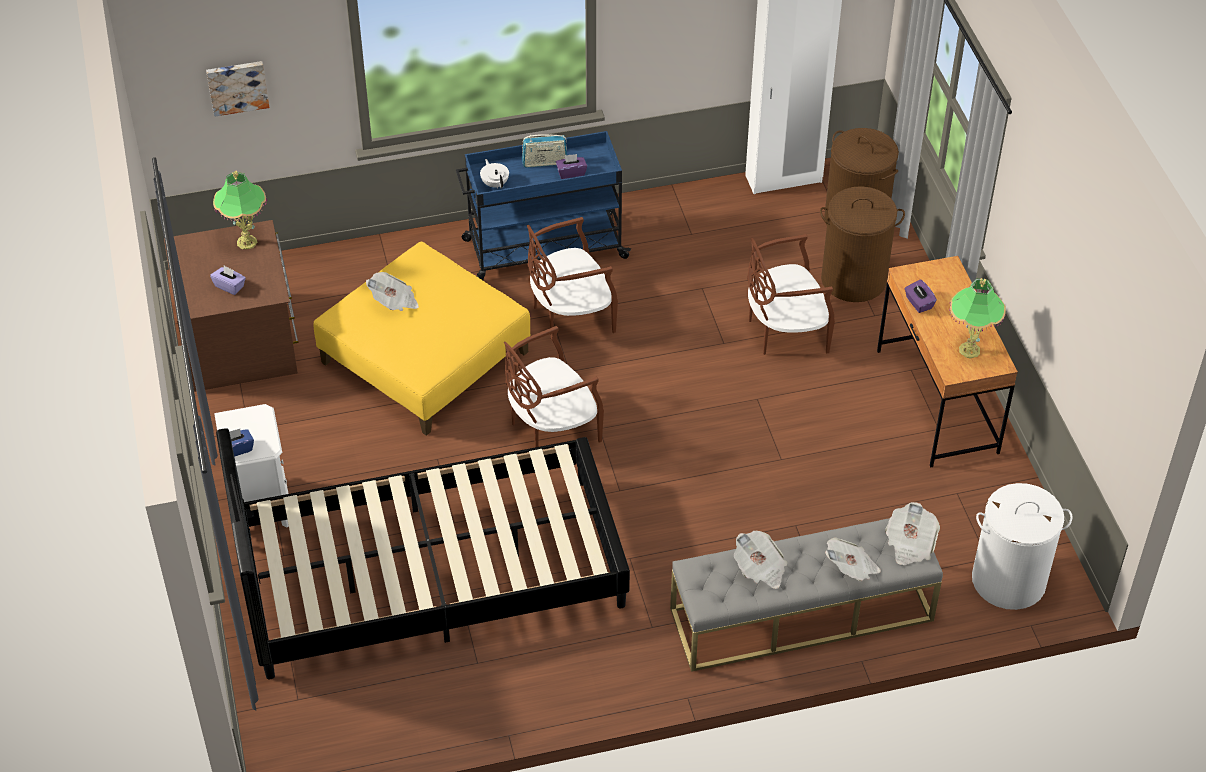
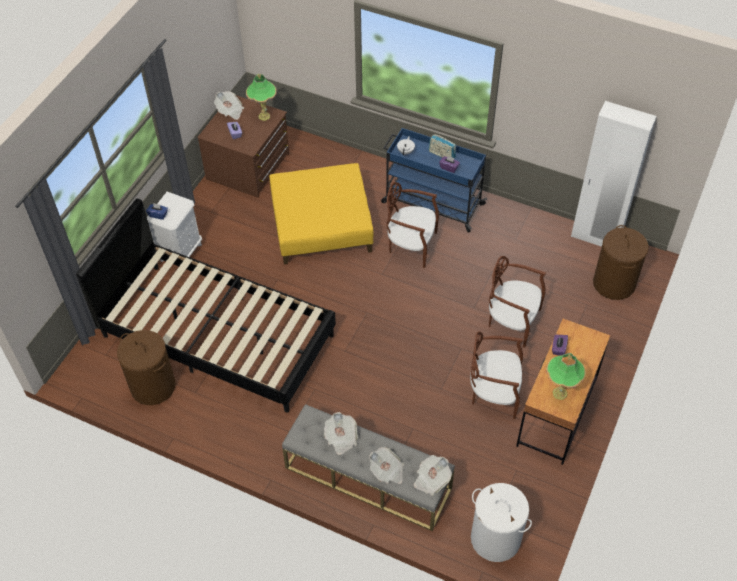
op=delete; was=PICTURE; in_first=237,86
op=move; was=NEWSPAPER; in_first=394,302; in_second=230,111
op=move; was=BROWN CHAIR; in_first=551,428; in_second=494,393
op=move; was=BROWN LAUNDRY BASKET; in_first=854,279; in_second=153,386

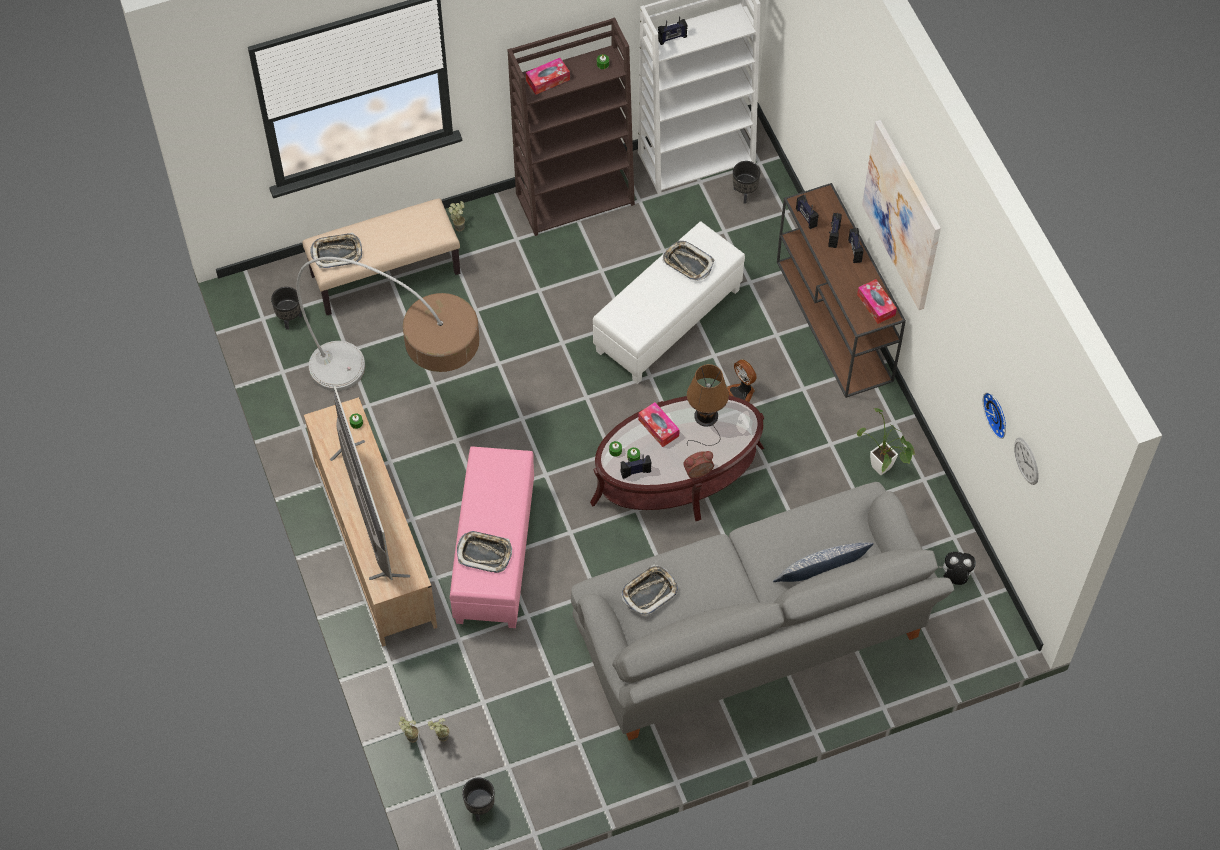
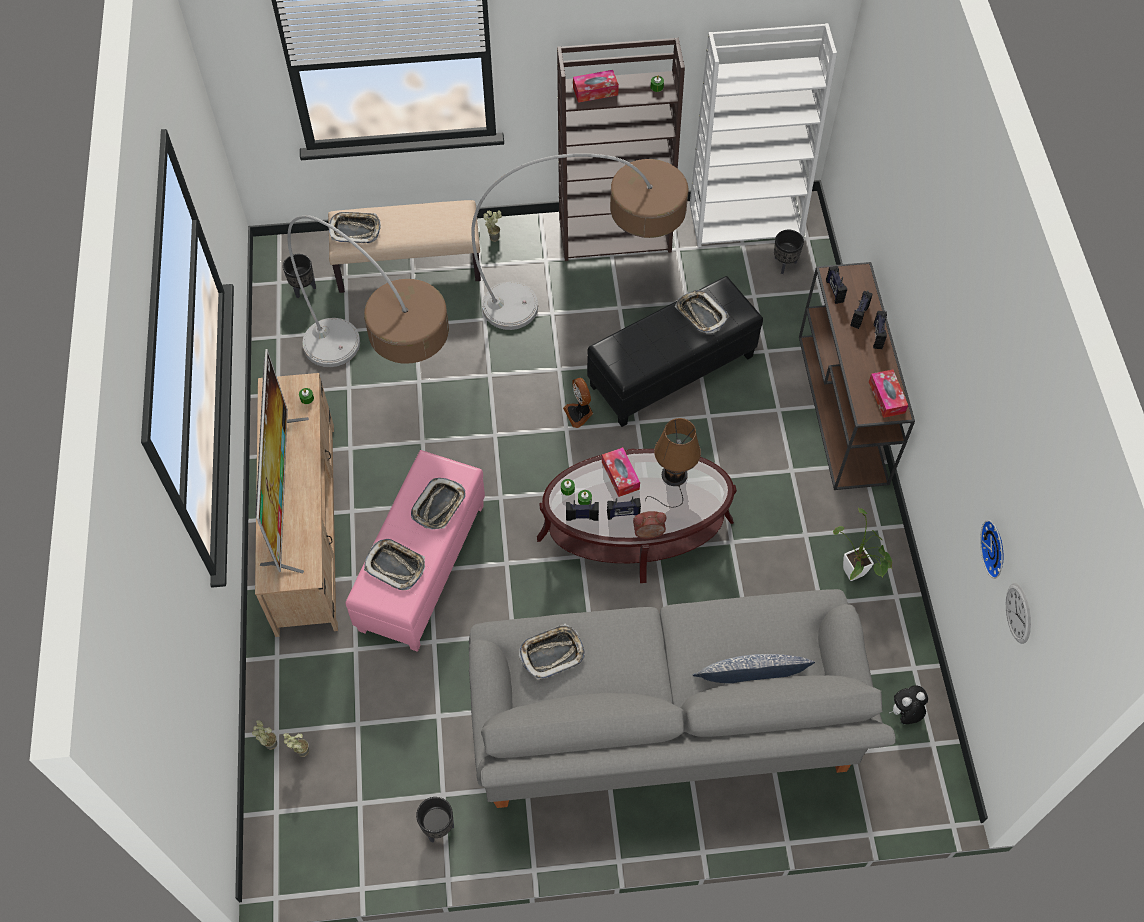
op=move; was=BLACK PLANTER; in_first=480,808; in_second=438,828
op=recolor; was=WHITE OTTOMAN; now=BLACK OTTOMAN; in_first=668,319; in_second=671,370
op=move; was=RADIO; in_first=672,38; in_second=623,514
op=move; was=FAN; in_first=742,392; in_second=579,413
op=delete; was=PICTURE; in_first=902,215
op=rotate; was=PLUSH TOY; in_first=955,577; in_second=904,713; clockwise=-45
op=insert; now=TRAY; in_second=439,506
op=insert; now=FLOOR LAMP; in_second=587,306

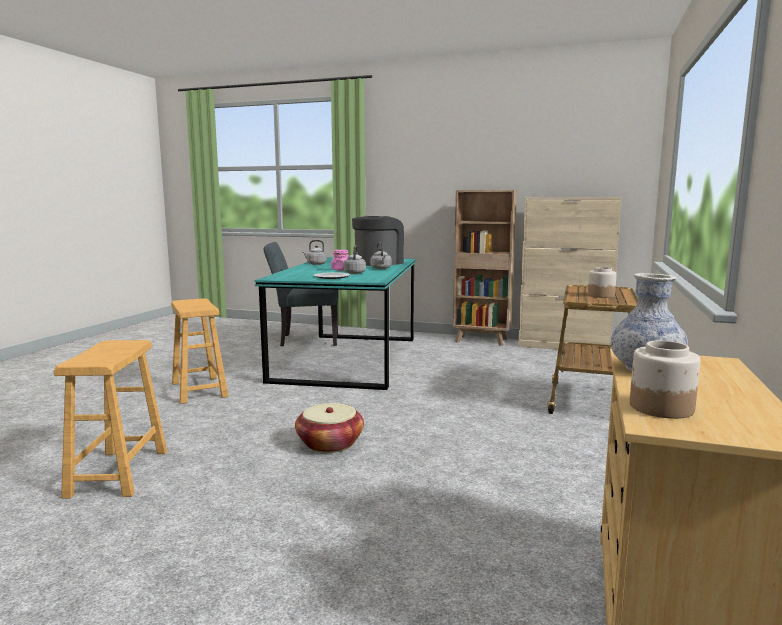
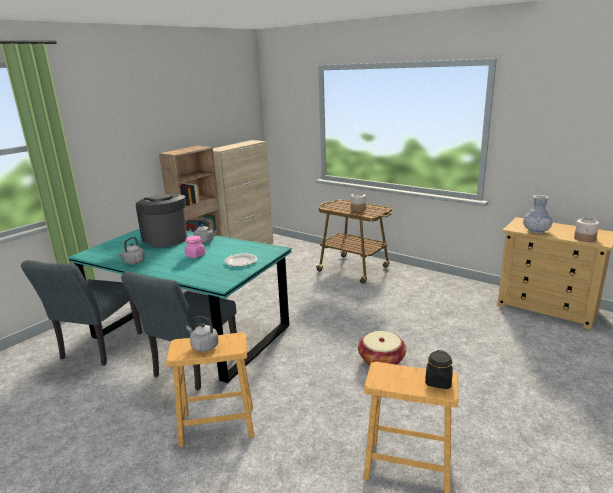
op=move; was=GREY KETTLE; in_first=355,273; in_second=203,346
op=insert; now=GREY CHAIR; in_second=192,368
op=insert; now=BLACK JAR; in_second=438,381

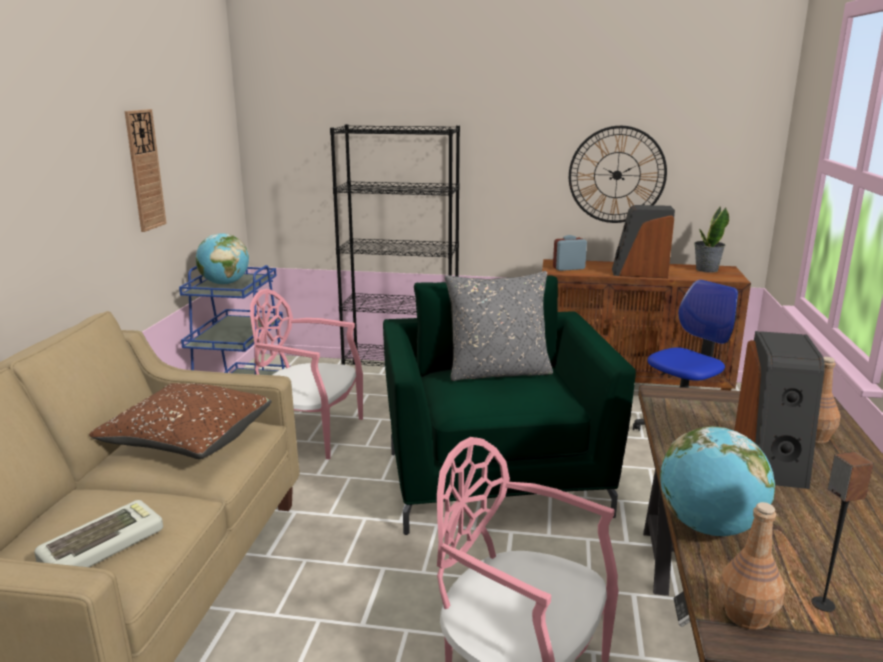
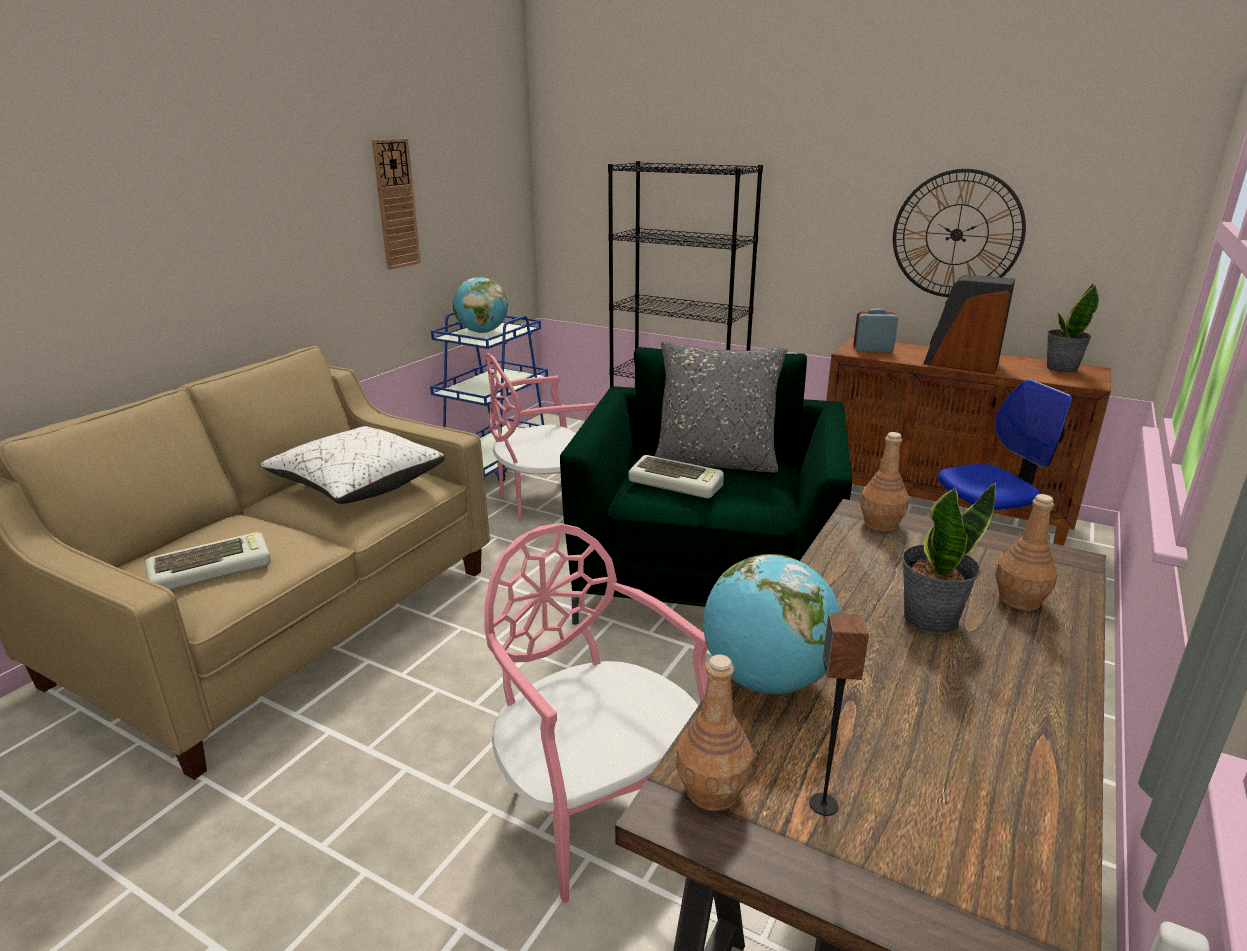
op=recolor; was=BROWN PILLOW; now=WHITE PILLOW; in_first=188,440; in_second=358,485
op=rotate; was=PINK CHAIR; in_first=311,433; in_second=545,501; clockwise=-60
op=replace; was=SPEAKER; now=POTTED PLANT; in_first=771,460; in_second=929,618
op=insert; now=KEYBOARD; in_second=677,483
op=insert; now=BROWN BOTTLE; in_second=880,524

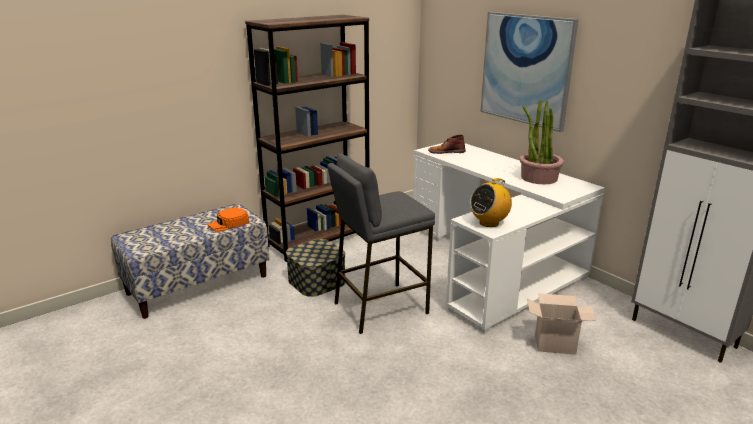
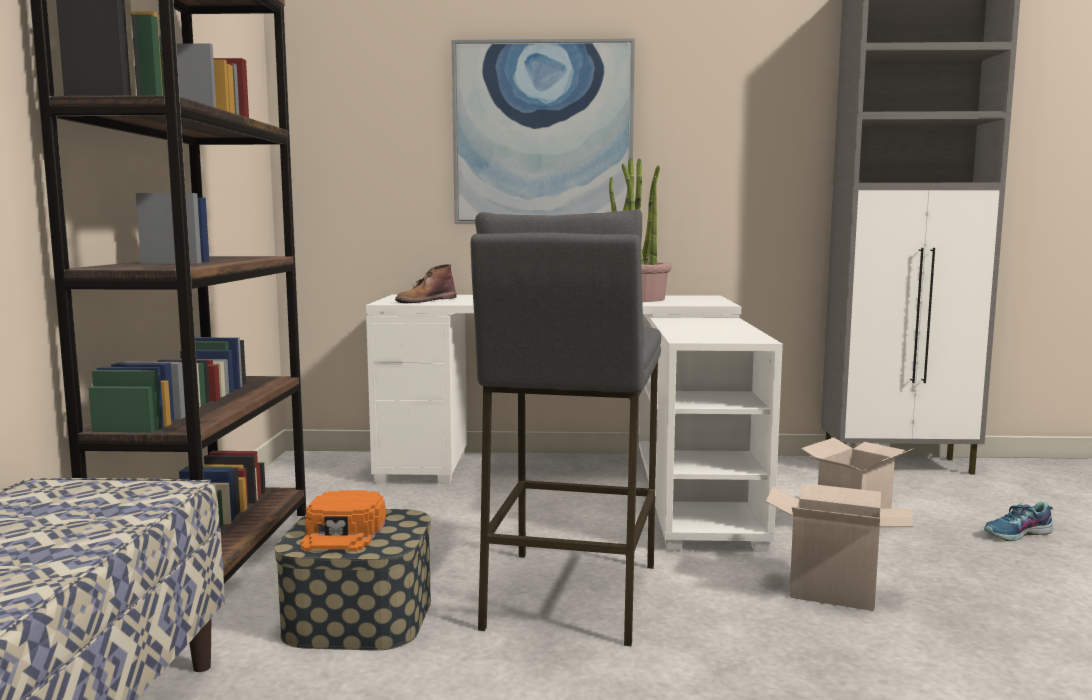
op=move; was=ORANGE CAP; in_first=228,224; in_second=344,532
op=delete; was=RADIO; in_first=489,222
op=insert; now=CARDBOARD BOX; in_second=836,592
op=insert; now=SHOE; in_second=1018,534

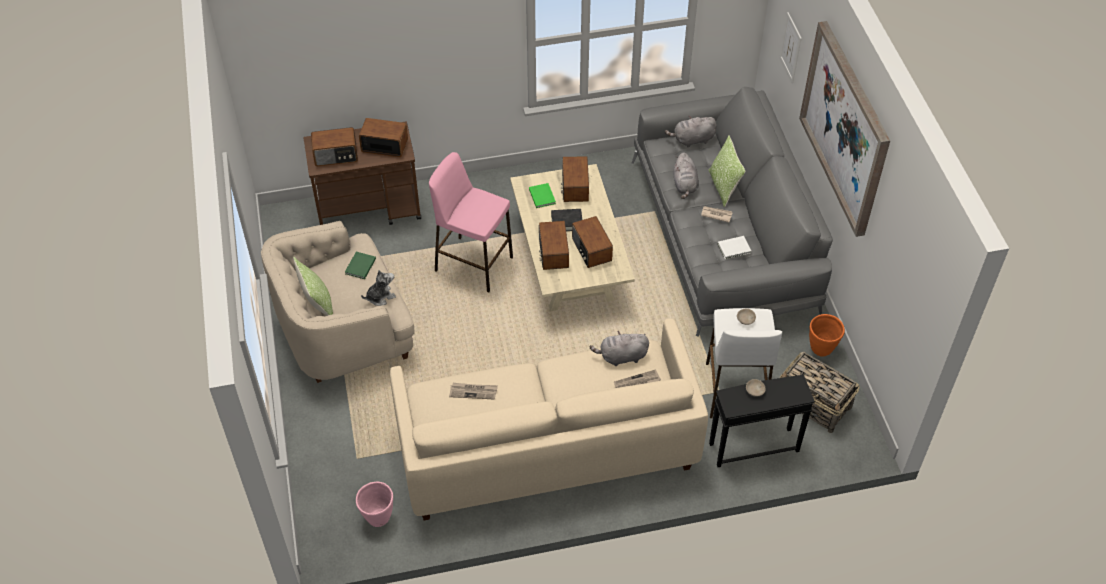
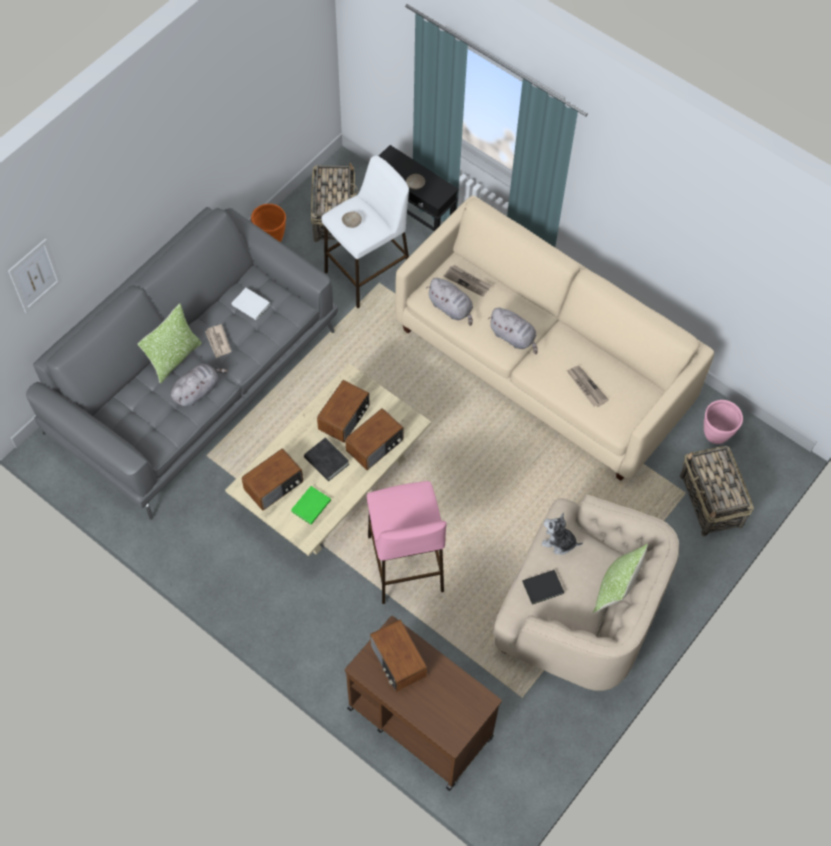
op=delete; was=RADIO; in_first=336,155
op=recolor; was=GREEN BOOK; now=BLACK BOOK; in_first=359,267; in_second=544,588
op=move; was=GREY PLUSH TOY; in_first=692,140; in_second=513,337
op=delete; was=PICTURE; in_first=845,128
op=insert; now=BASKET; in_second=711,501

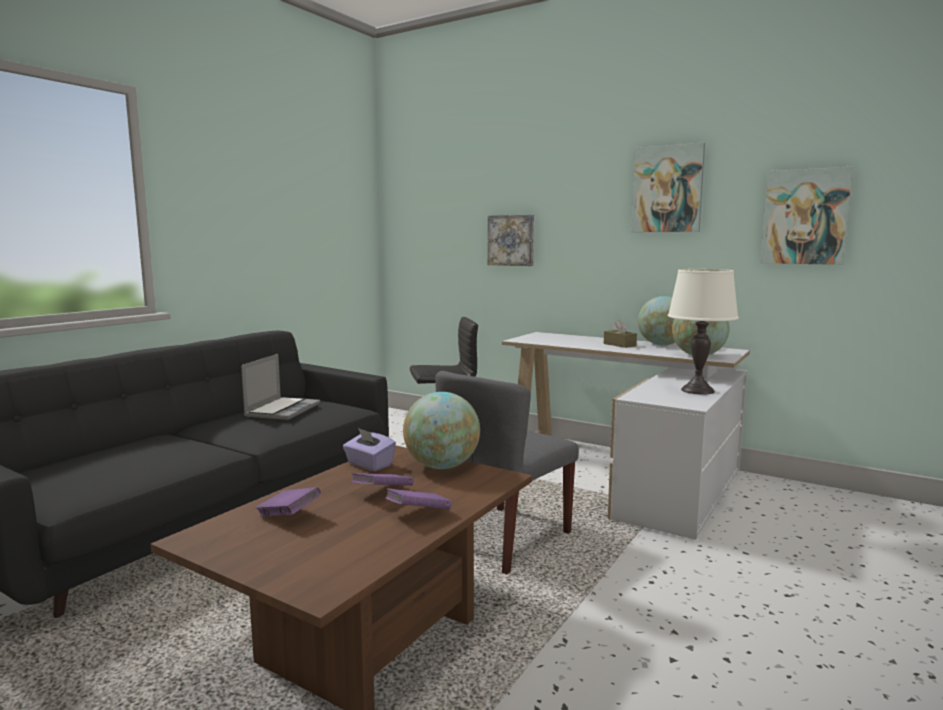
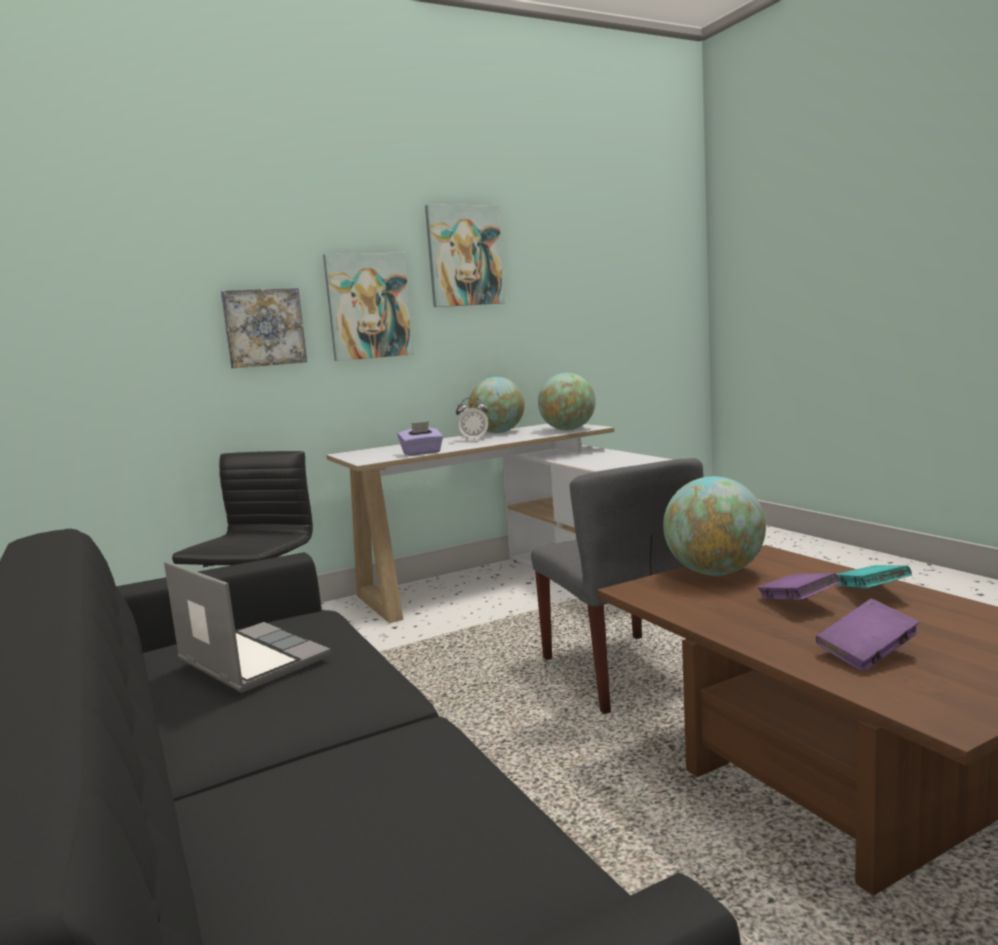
op=move; was=PURPLE TISSUE BOX; in_first=369,464; in_second=422,453
op=recolor; was=PURPLE BOOK; now=TURQUOISE BOOK; in_first=418,513; in_second=871,593
op=replace; was=BROWN TISSUE BOX; now=ALARM CLOCK; in_first=619,345; in_second=474,440
op=delete; was=WHITE TABLE LAMP; in_first=697,390
op=move; was=PICTURE; in_first=805,217; in_second=368,306

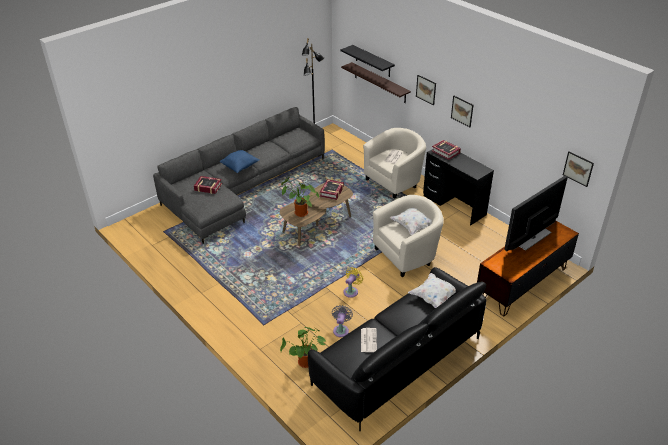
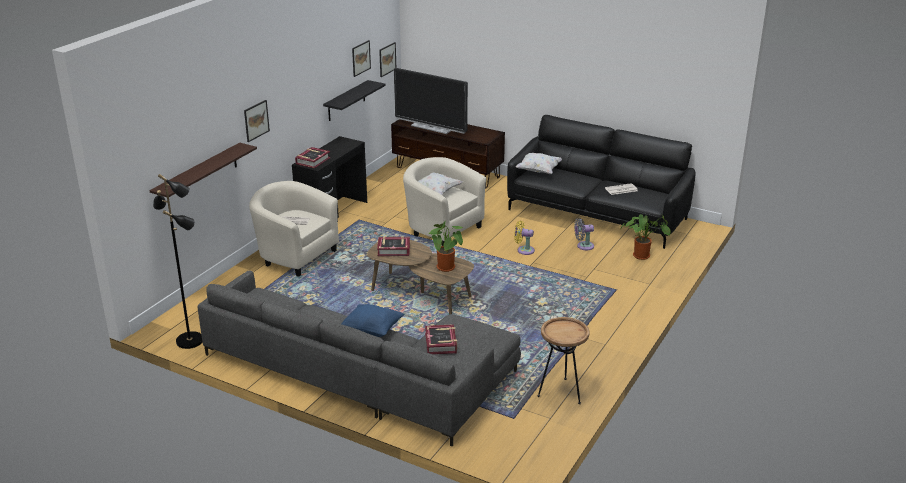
op=move; was=BLACK SHELF; in_first=373,61; in_second=346,101
op=move; was=PICTURE; in_first=462,111; in_second=361,58
op=insert; now=BROWN SIDE TABLE; in_second=561,392

